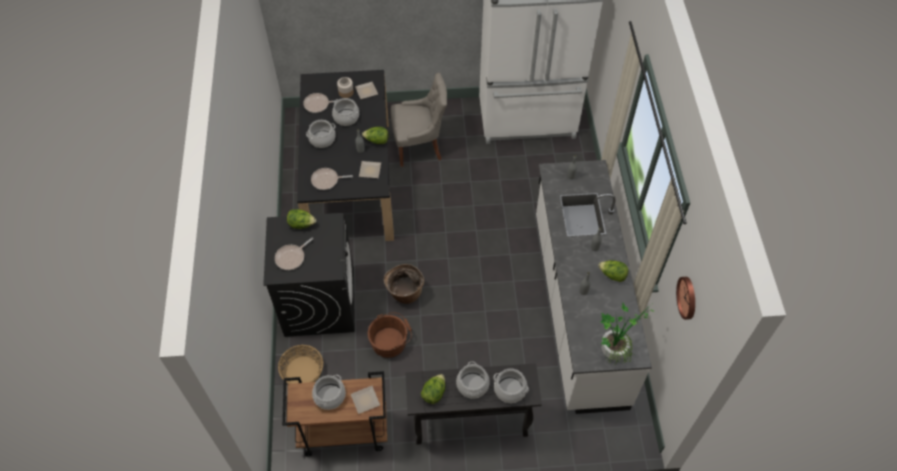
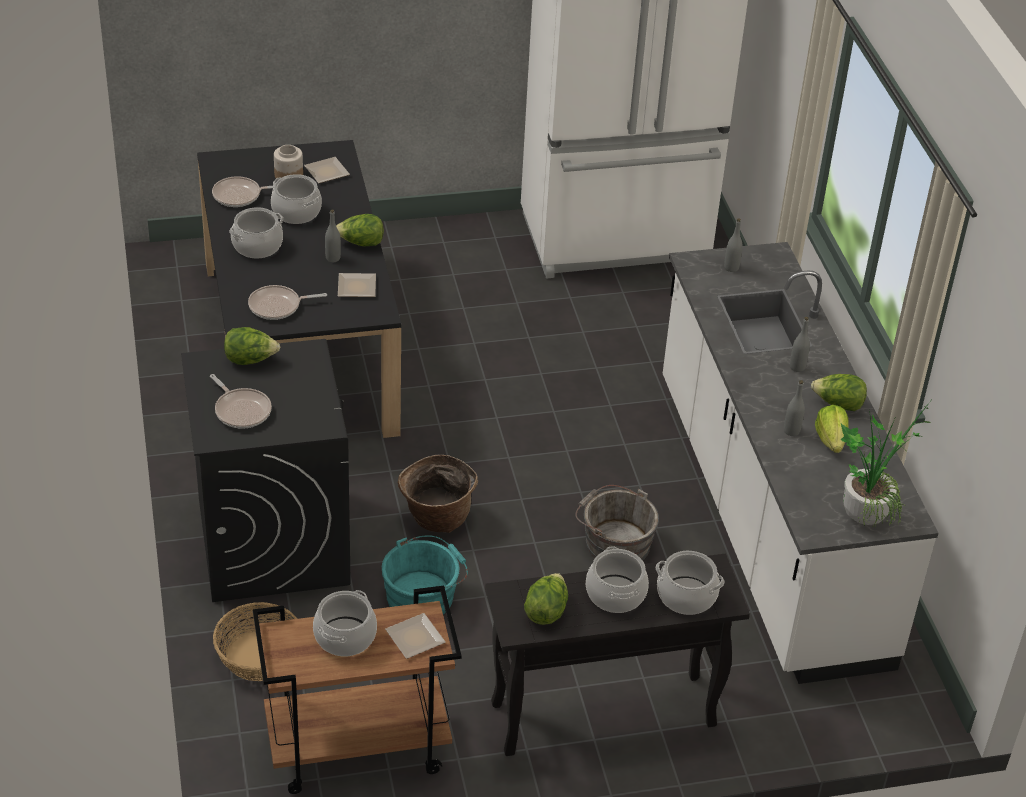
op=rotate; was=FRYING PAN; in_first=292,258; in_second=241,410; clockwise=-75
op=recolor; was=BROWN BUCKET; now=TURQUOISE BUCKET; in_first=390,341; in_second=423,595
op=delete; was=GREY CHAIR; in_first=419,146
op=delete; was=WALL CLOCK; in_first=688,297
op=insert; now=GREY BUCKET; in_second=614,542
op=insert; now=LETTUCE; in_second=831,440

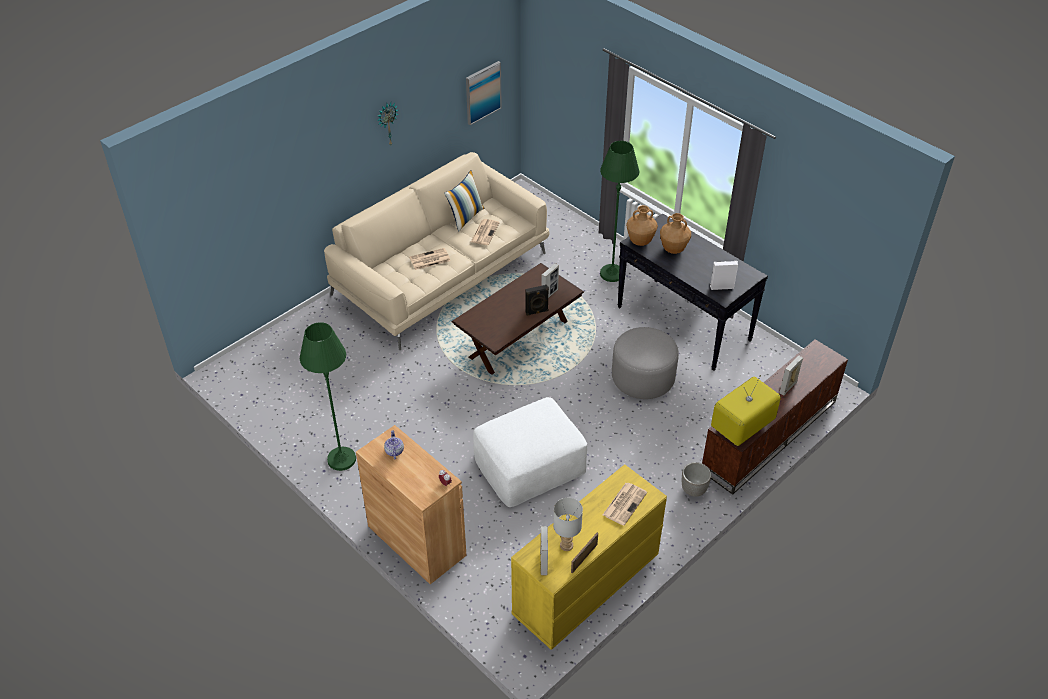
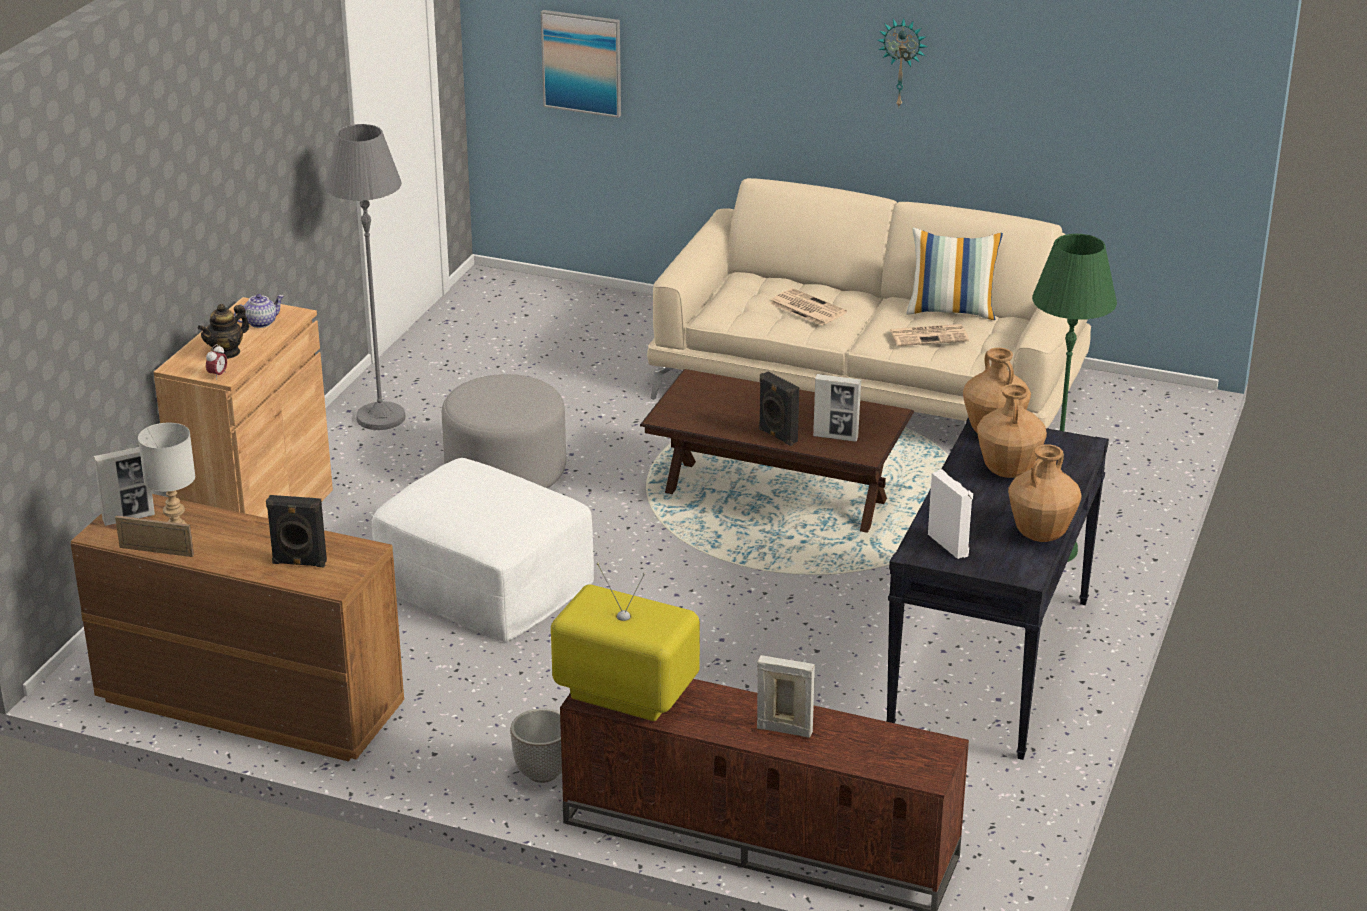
op=recolor; was=GREEN FLOOR LAMP; now=GREY FLOOR LAMP; in_first=341,459; in_second=381,417
op=move; was=PICTURE; in_first=482,92; in_second=582,62
op=recolor; was=YELLOW DRESSER; now=BROWN DRESSER; in_first=585,586; in_second=248,703
op=replace; was=NEWSPAPER; now=BLACK SPEAKER; in_first=624,503; in_second=299,563
op=move; was=GREY OTTOMAN; in_first=643,378; in_second=506,473
op=insert; now=TEAPOT; in_second=226,352
op=insert; now=BROWN VASE; in_second=1041,534

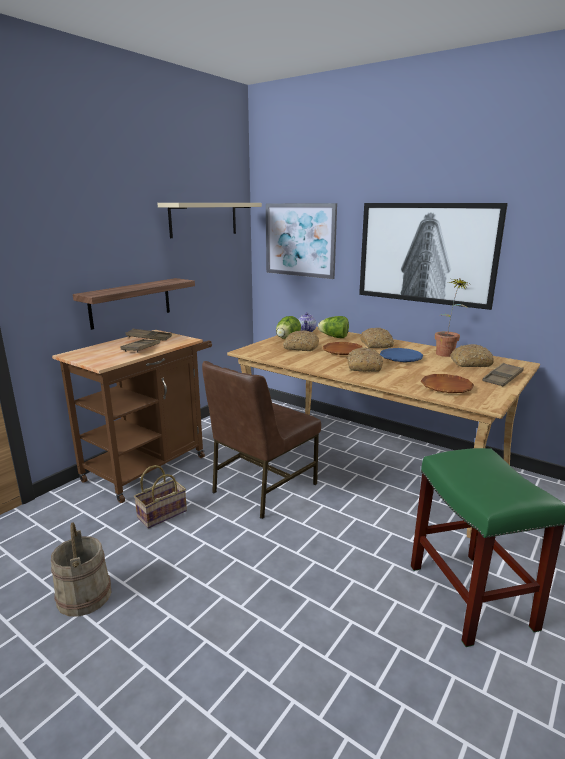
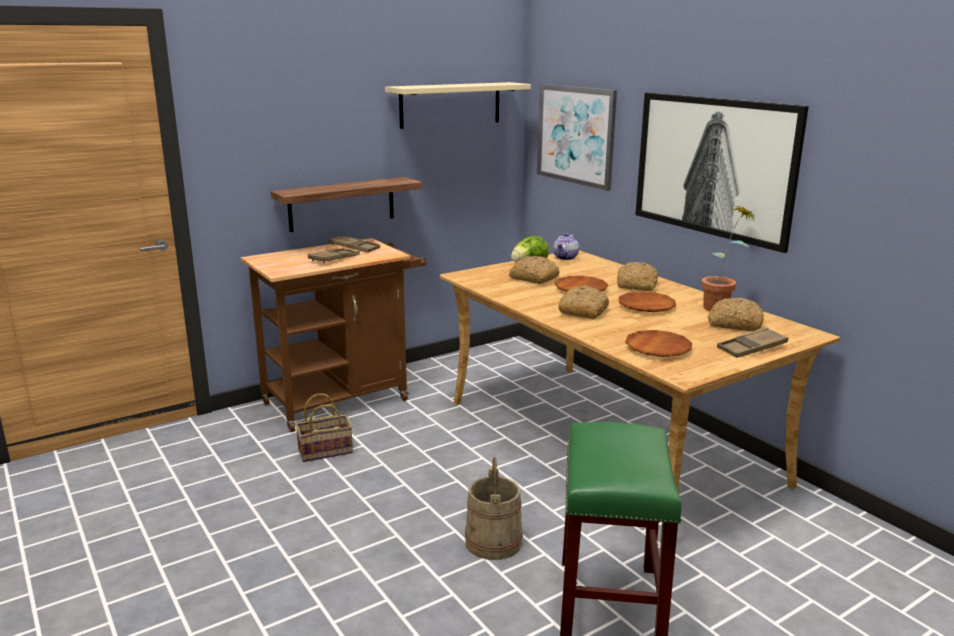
op=move; was=BEIGE BUCKET; in_first=84,596; in_second=494,542
op=delete; was=BROWN CHAIR; in_first=262,488
op=delete; was=LETTUCE; in_first=334,337
op=recolor; was=BLUE PLATE; now=BROWN PLATE; in_first=401,358; in_second=646,306

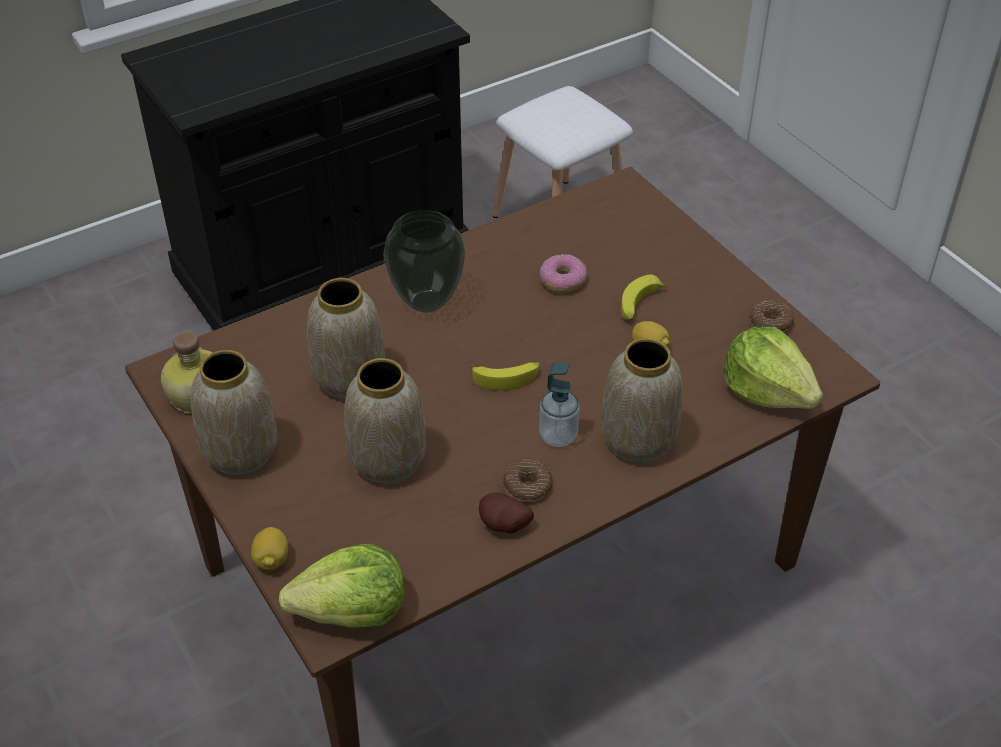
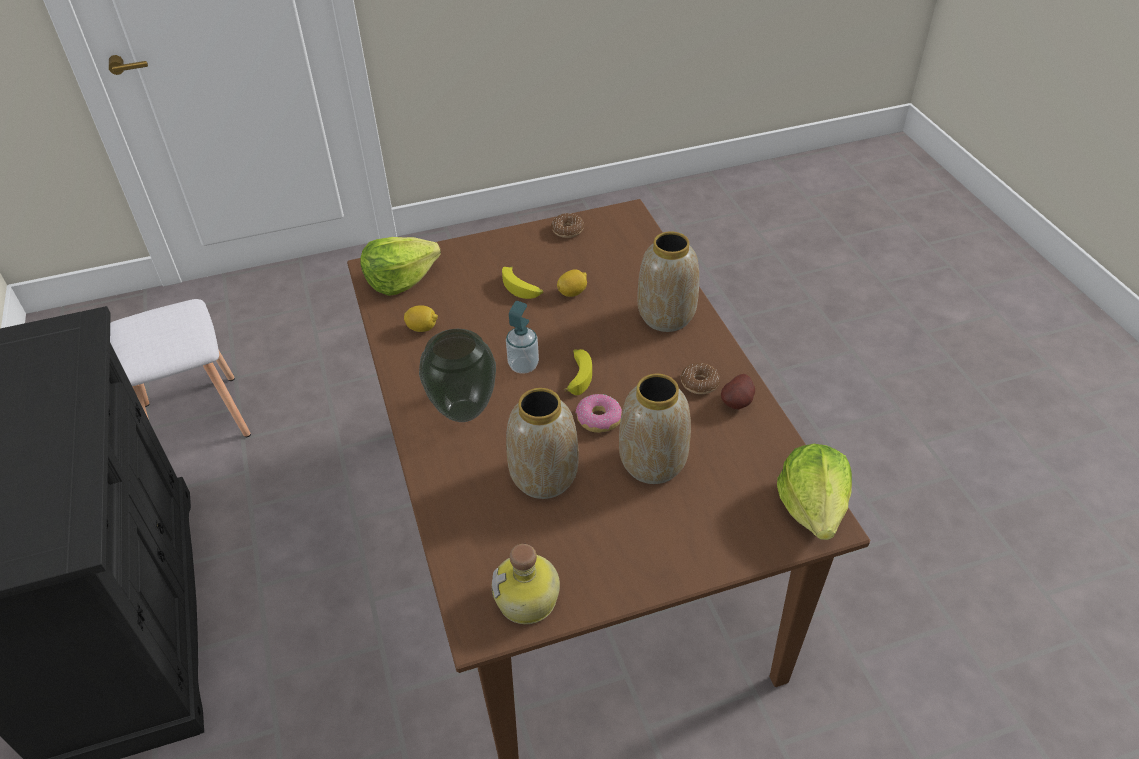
op=delete; was=VASE; in_first=240,453
op=move; was=LEMON; in_first=271,560; in_second=422,328
op=move; was=SOAP DISPENSER; in_first=558,436; in_second=523,365
op=move; was=DONUT; in_first=562,280; in_second=598,419
op=move; was=LETTUCE; in_first=767,390; in_second=400,279

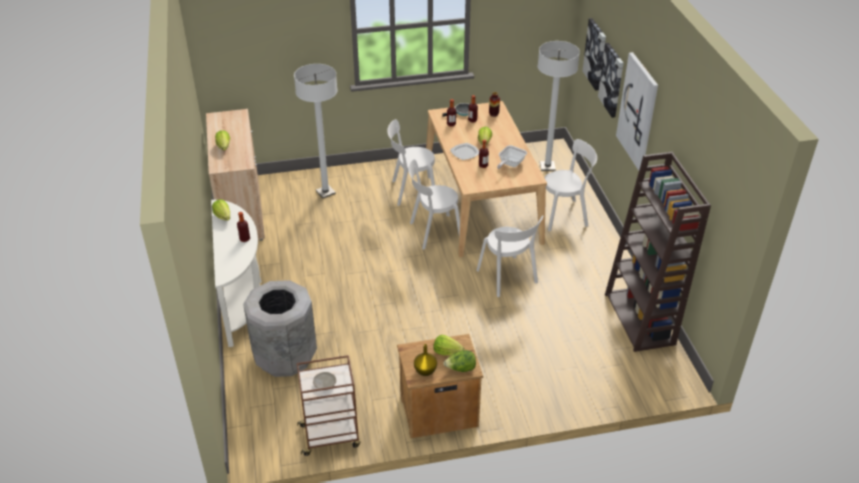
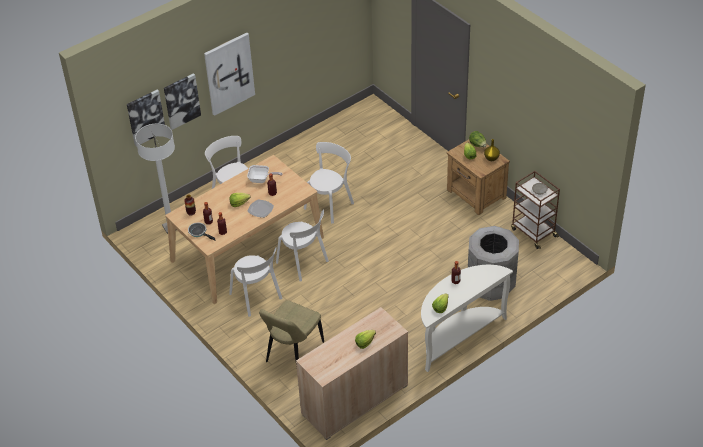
op=replace; was=WHITE FLOOR LAMP; now=BEIGE CHAIR; in_first=325,192; in_second=293,354
op=delete; was=BROWN BOOKCASE; in_first=640,319

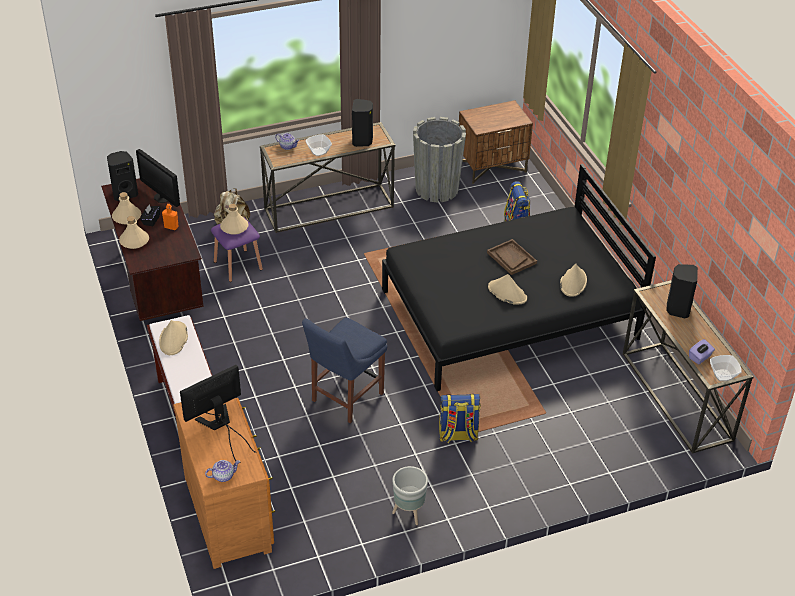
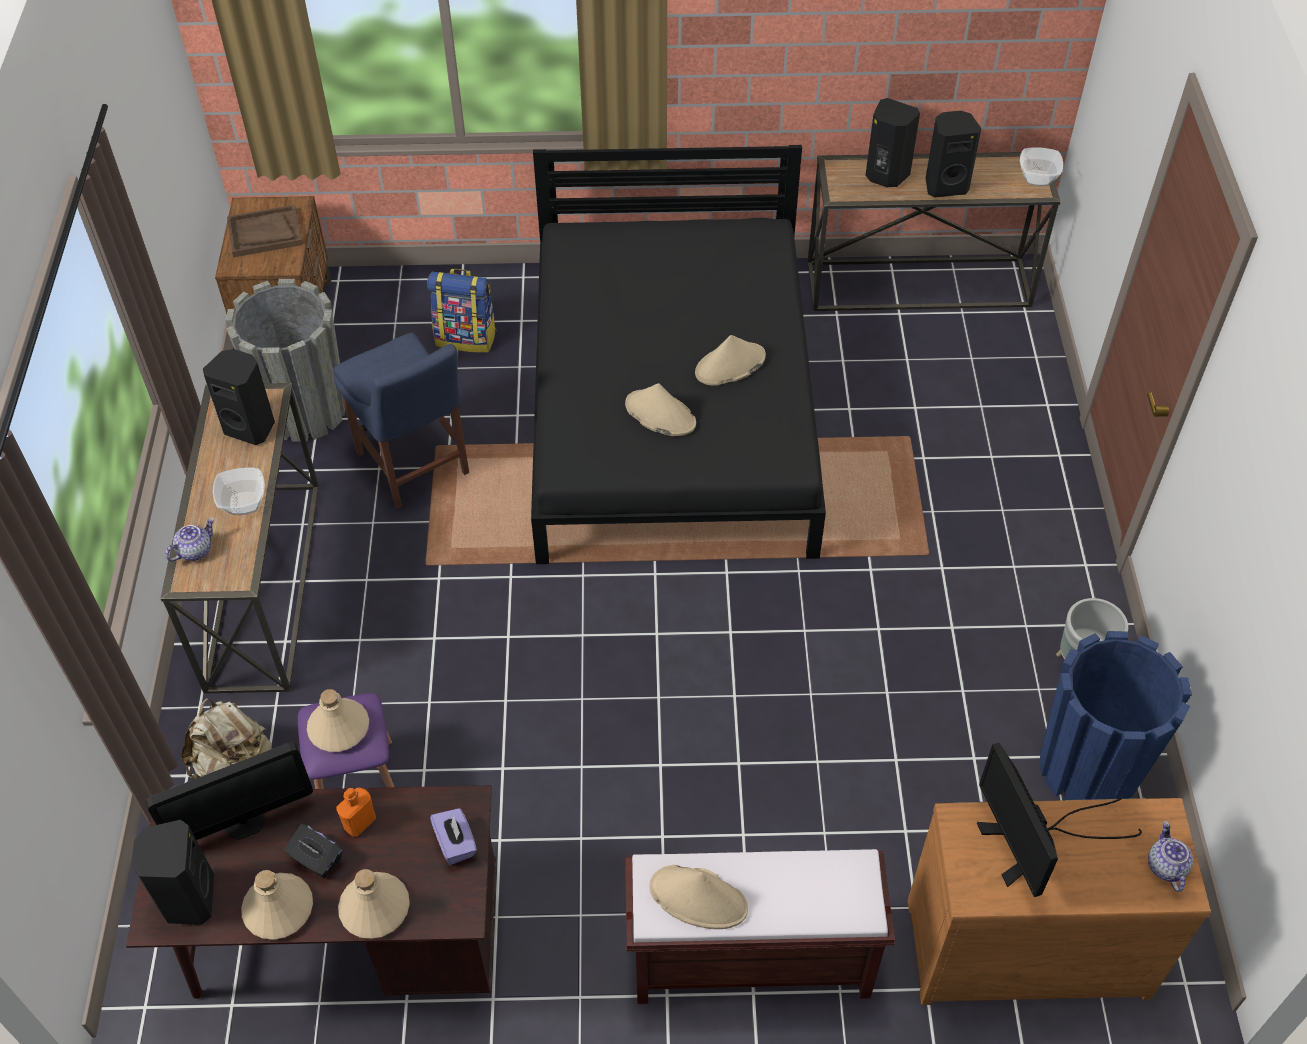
op=move; was=BLUE CHAIR; in_first=345,398; in_second=415,467
op=delete; was=BACKPACK; in_first=457,435
op=move; was=BROWN TRAY; in_first=511,258; in_second=265,233
op=move; was=BEIGE HAT; in_first=573,282; in_second=660,414
op=move; was=PURPLE TISSUE BOX; in_first=700,357; in_second=456,843
op=insert; now=BLACK SPEAKER; in_second=945,185
op=insert; now=BLUE PLANTER; in_second=1088,768

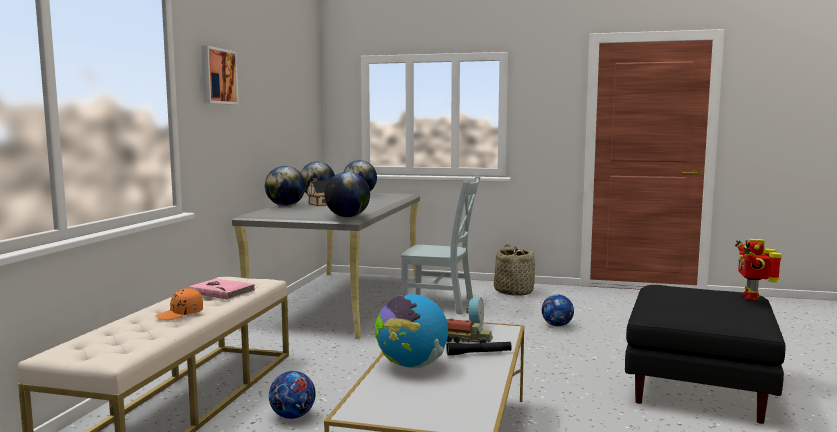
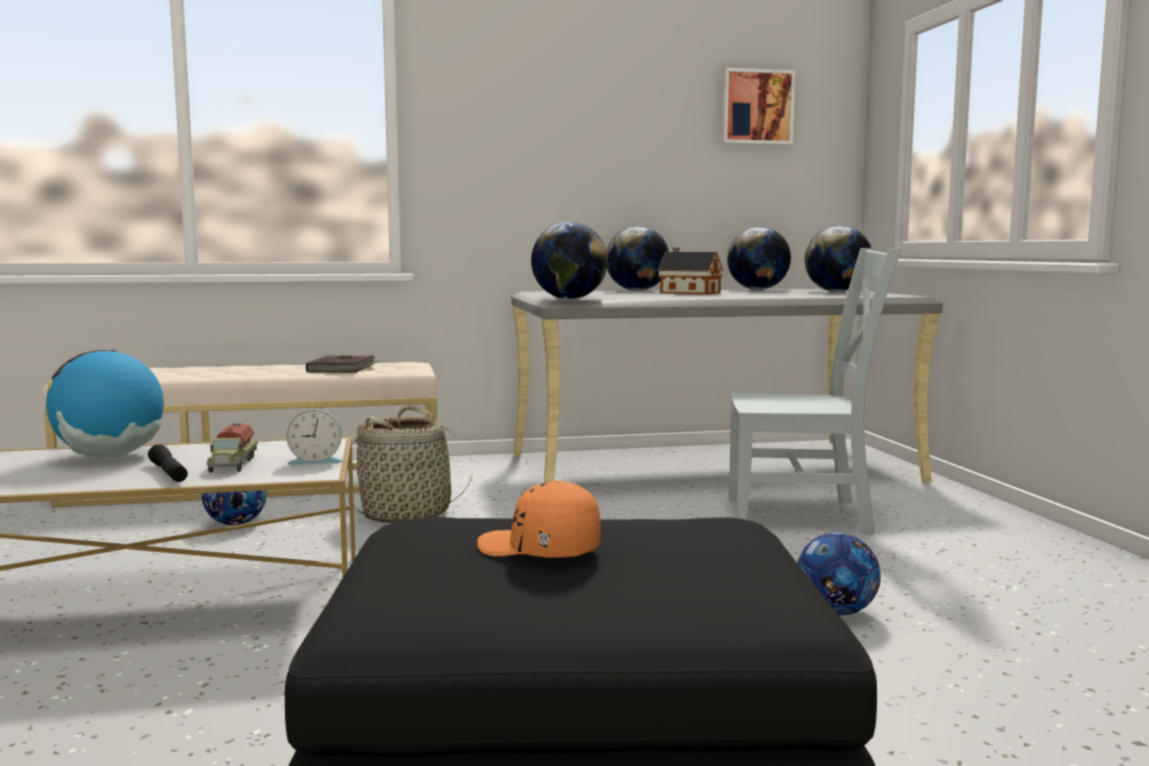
op=move; was=ORANGE CAP; in_first=180,314; in_second=538,550
op=recolor; was=PINK BOOK; now=BROWN BOOK; in_first=222,291; in_second=343,368
op=move; was=PICTURE; in_first=217,76; in_second=756,107
op=rotate; was=GREY CHAIR; in_first=441,304; in_second=804,516; clockwise=-75
op=move; was=BASKET; in_first=514,291; in_second=407,514
op=delete; was=TOY ROBOT; in_first=752,297

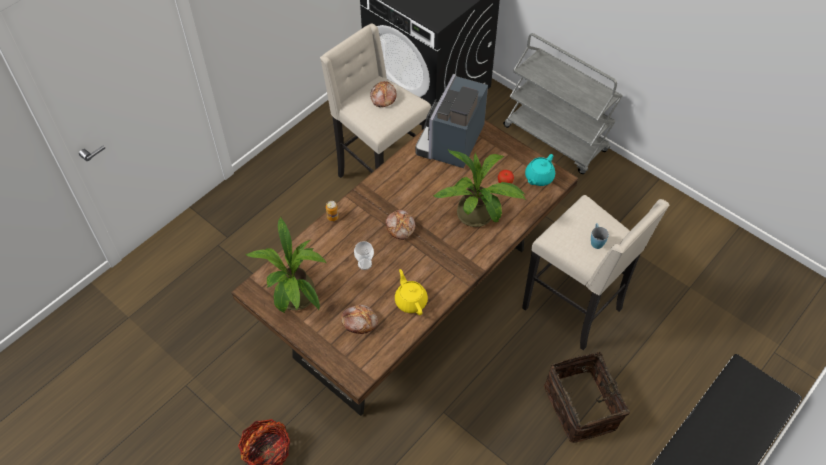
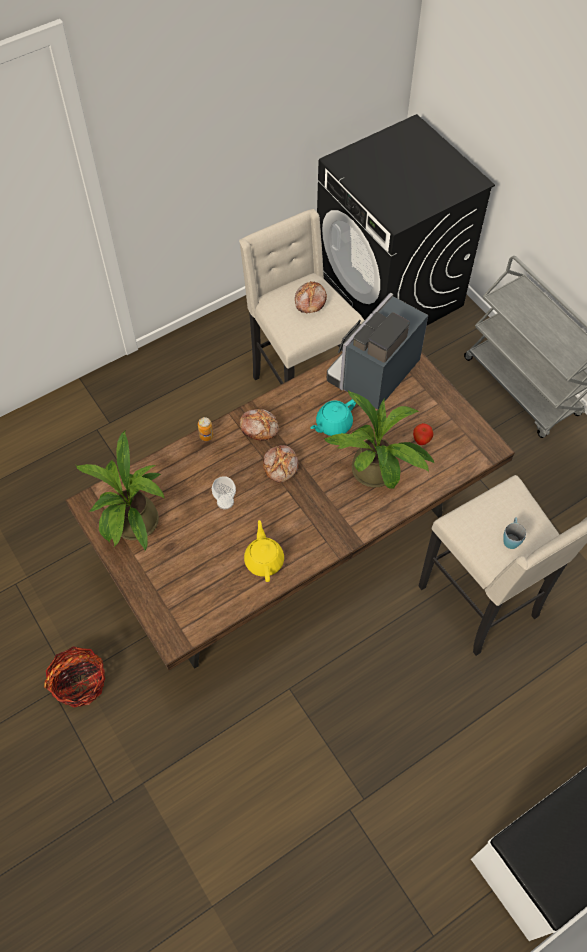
op=move; was=BREAD; in_first=359,321; in_second=259,427
op=move; was=TURQUOISE TEAPOT; in_first=538,178; in_second=333,424
op=delete; was=BASKET; in_first=582,406

